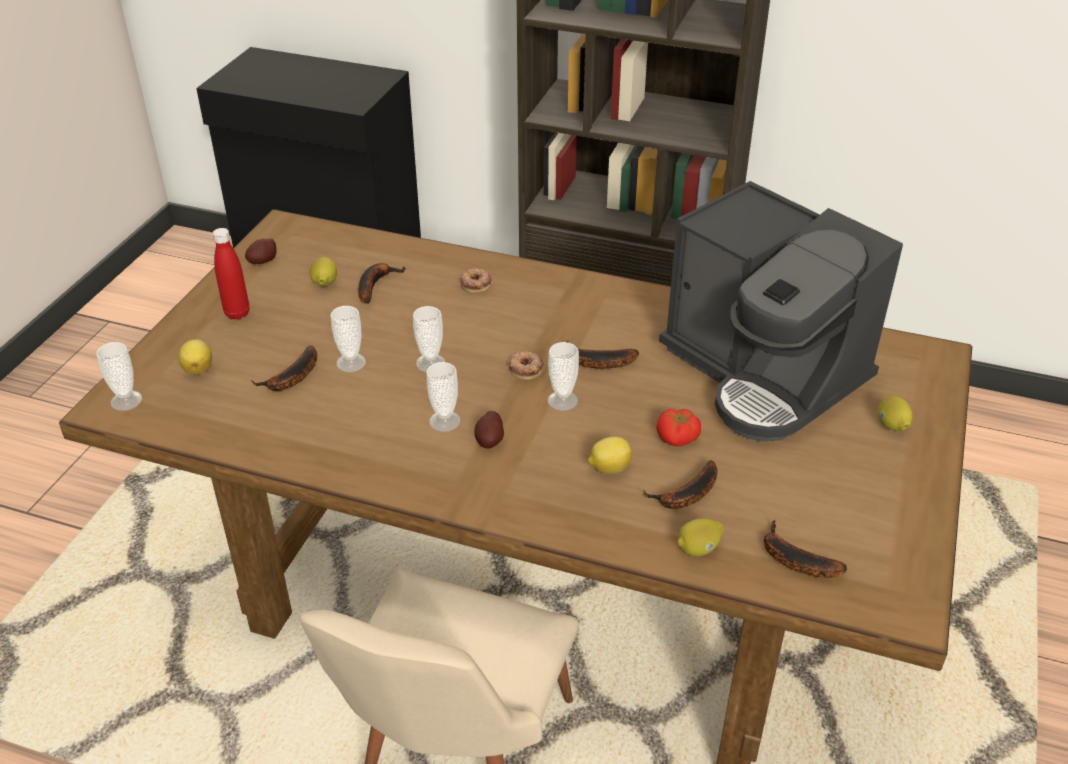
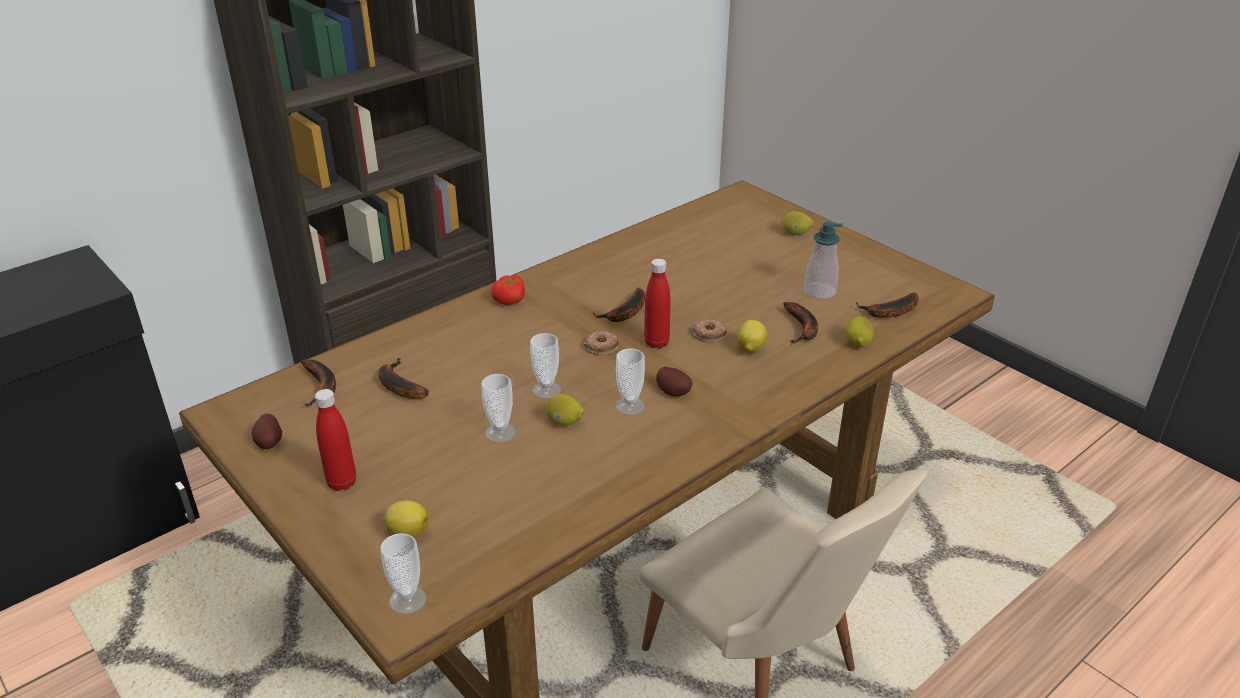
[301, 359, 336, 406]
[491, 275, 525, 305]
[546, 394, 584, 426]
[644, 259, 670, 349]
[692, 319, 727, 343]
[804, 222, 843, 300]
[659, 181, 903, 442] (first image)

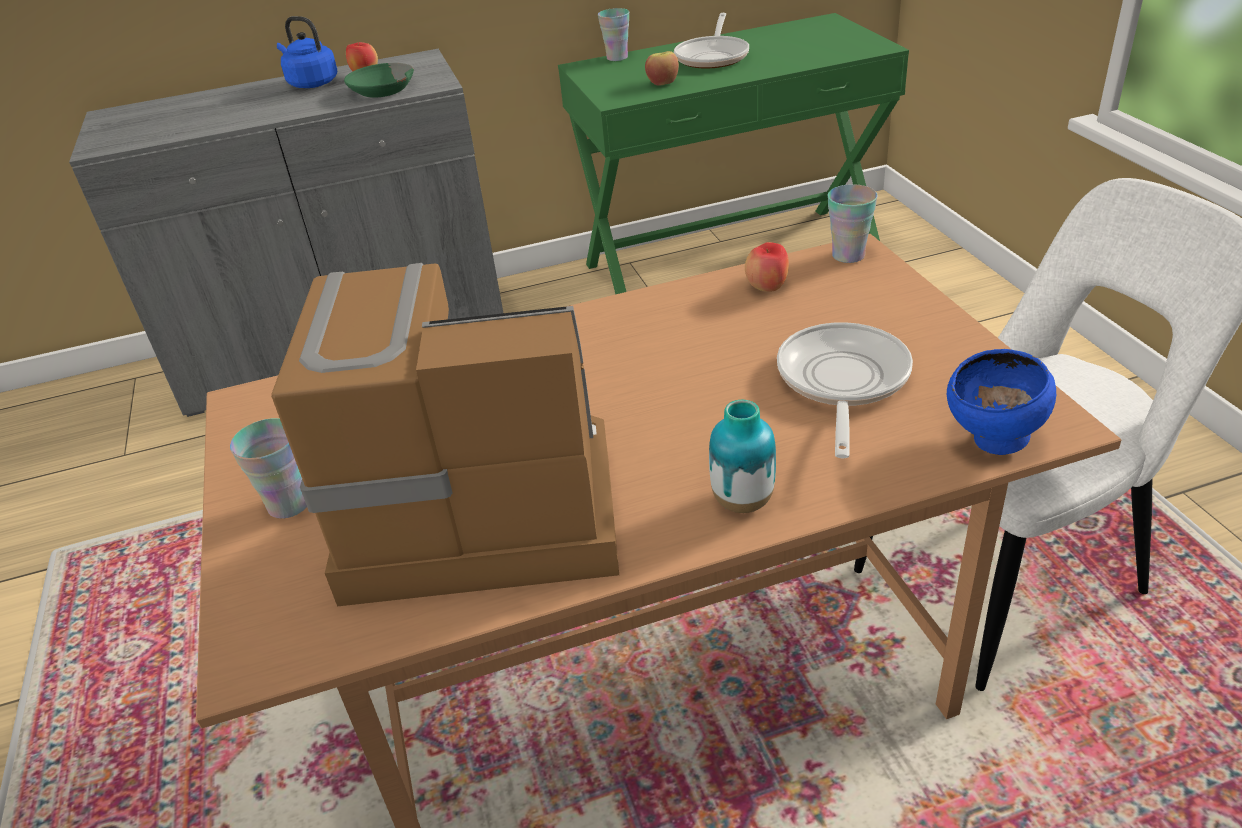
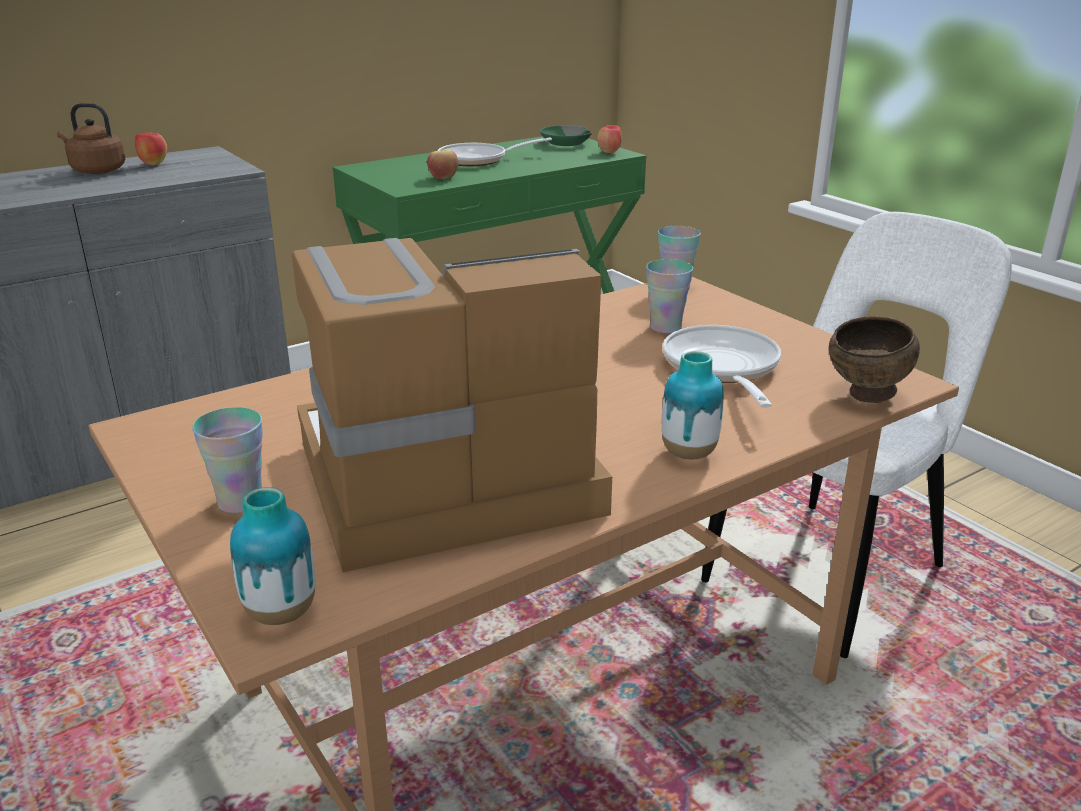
[57, 103, 125, 174]
[230, 487, 315, 625]
[437, 137, 552, 166]
[540, 125, 592, 146]
[597, 125, 622, 153]
[646, 259, 693, 333]
[829, 316, 920, 403]

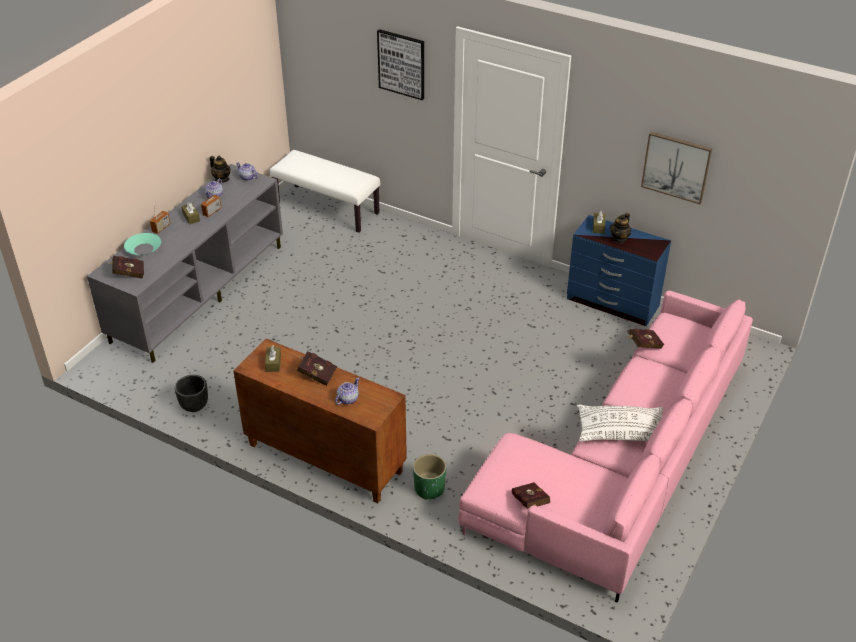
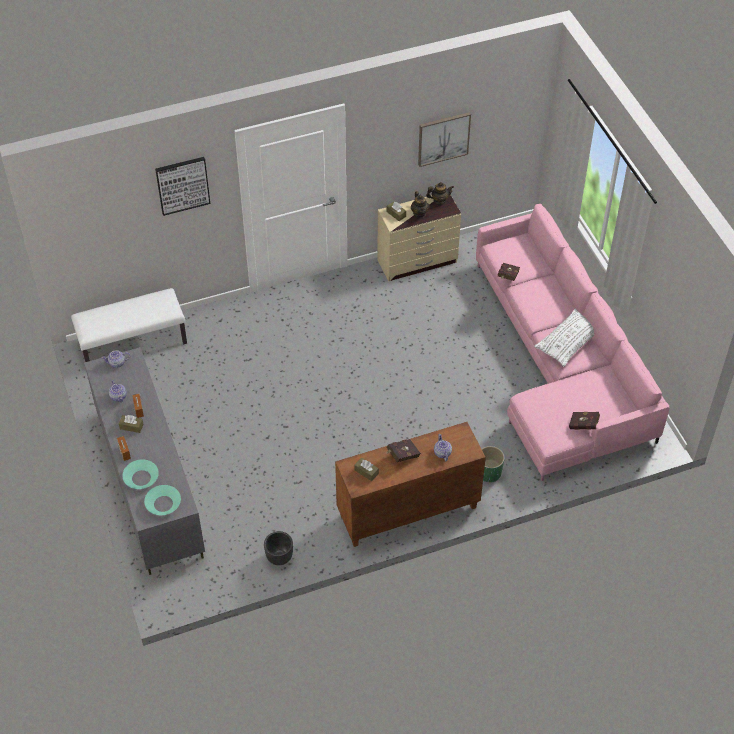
[144, 485, 181, 515]
[377, 195, 461, 281]
[426, 182, 454, 205]

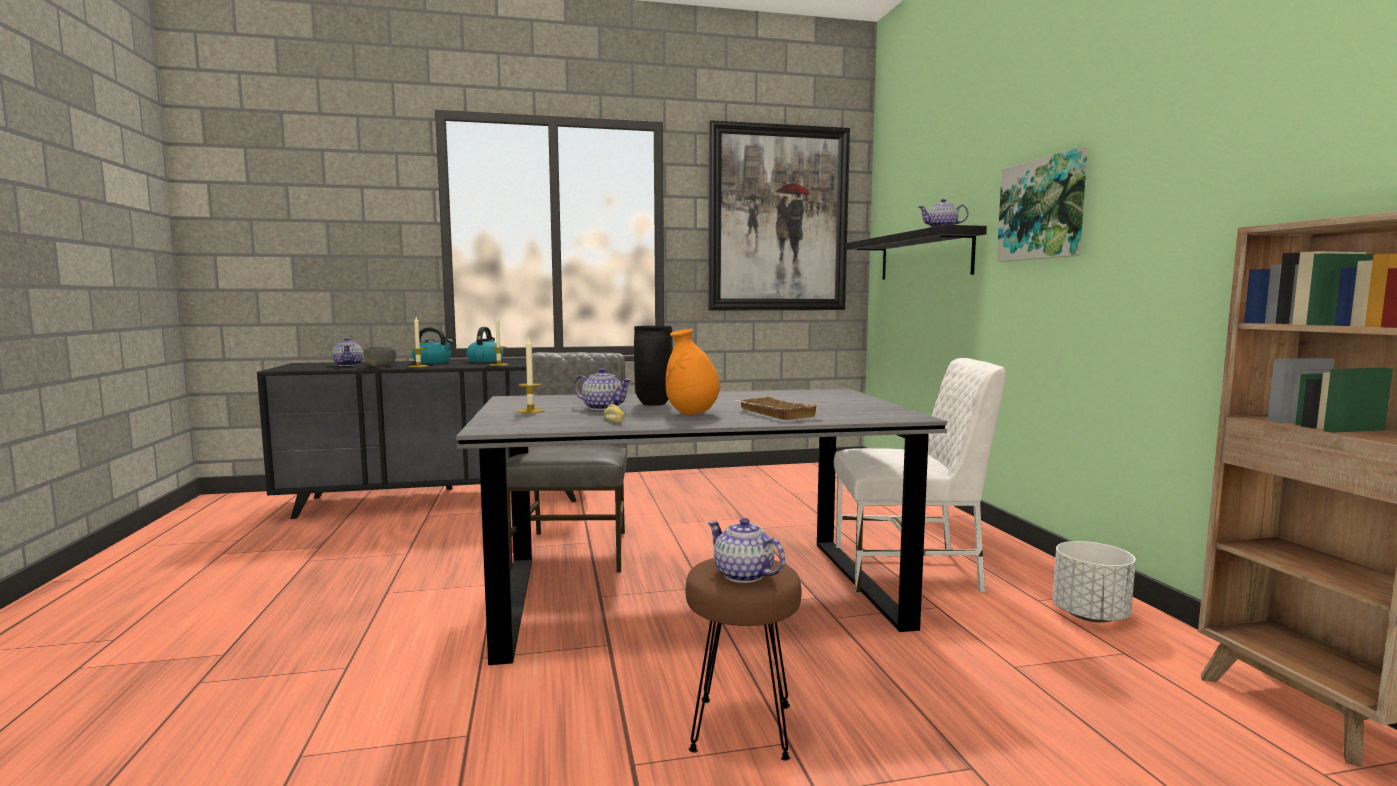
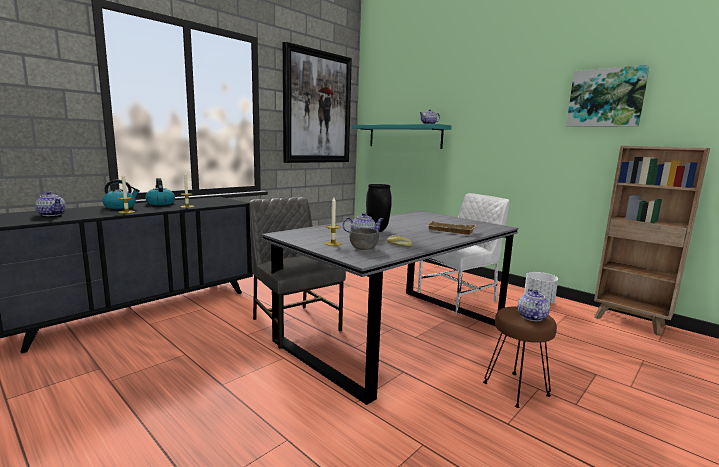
[349, 228, 379, 250]
[352, 124, 452, 149]
[518, 289, 550, 321]
[566, 65, 650, 127]
[665, 329, 720, 415] (first image)

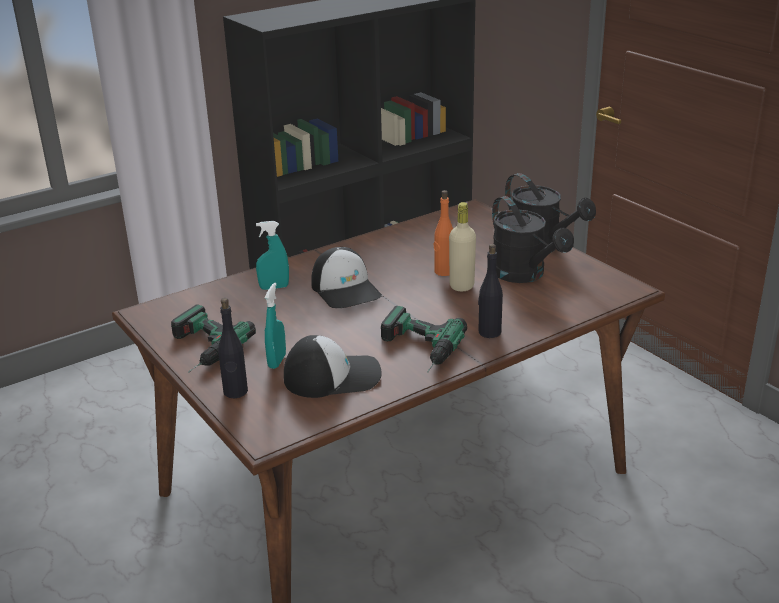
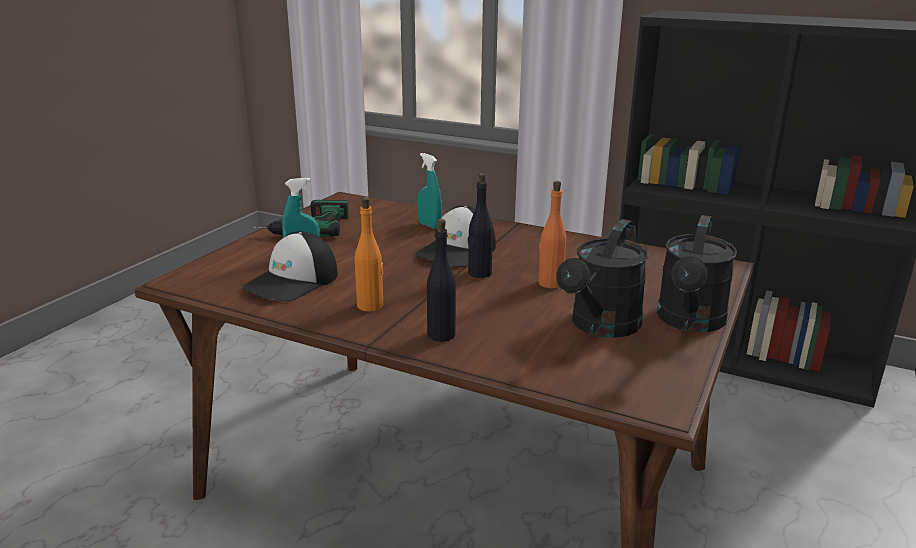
[242, 231, 338, 301]
[355, 197, 383, 311]
[468, 173, 493, 278]
[449, 202, 476, 291] (first image)

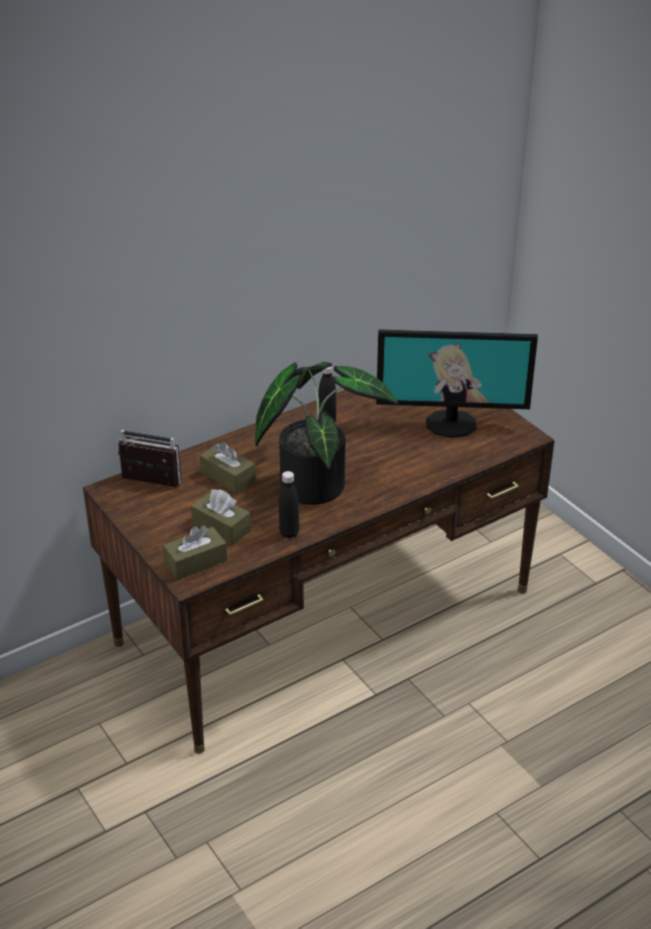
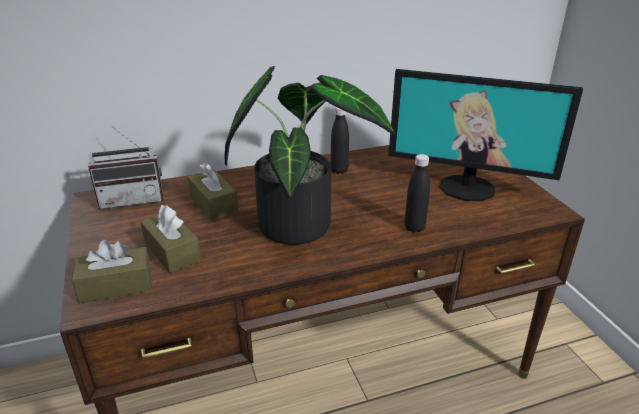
[88, 126, 164, 209]
[404, 154, 430, 233]

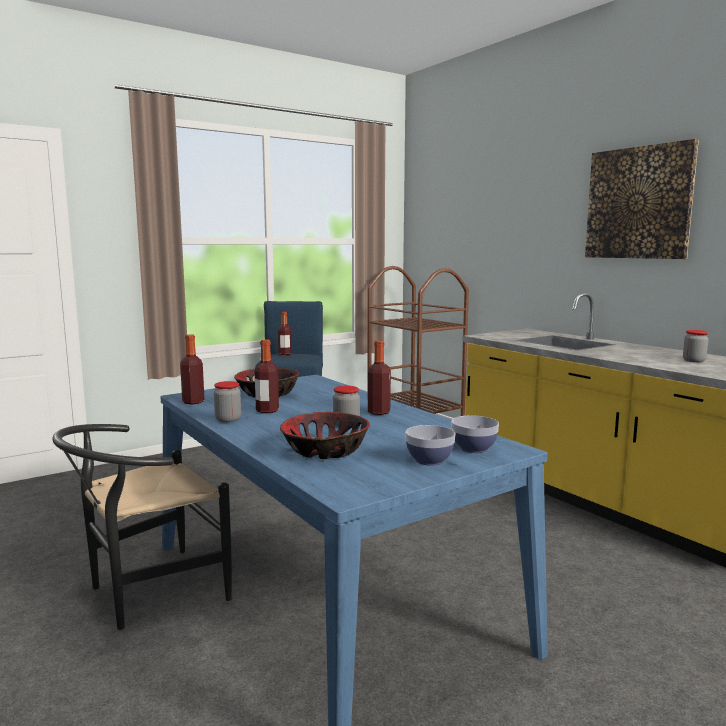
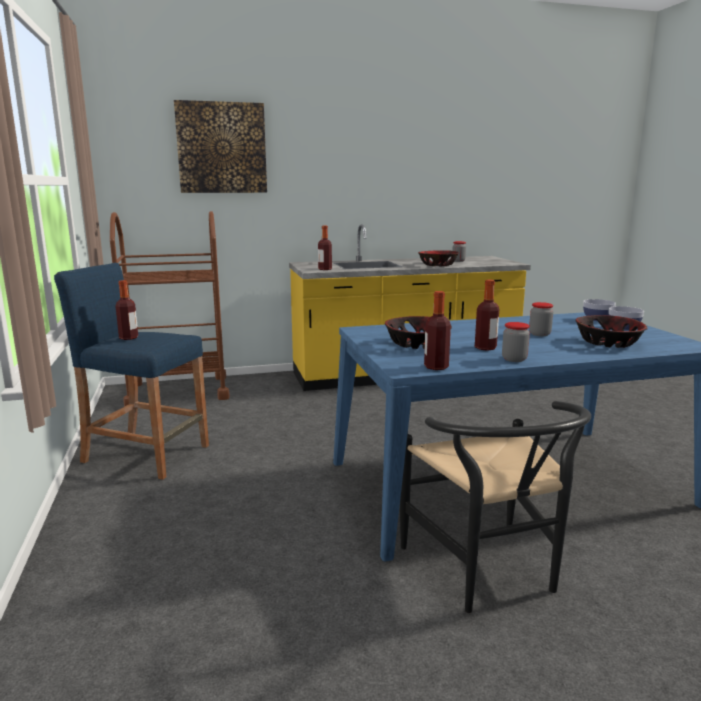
[174, 100, 267, 193]
[318, 226, 332, 270]
[418, 250, 459, 266]

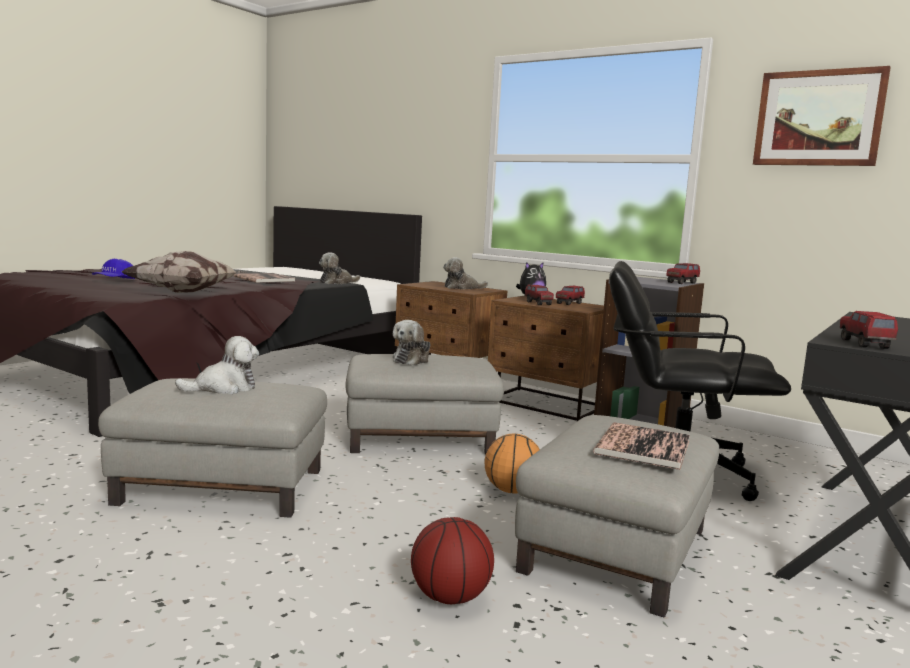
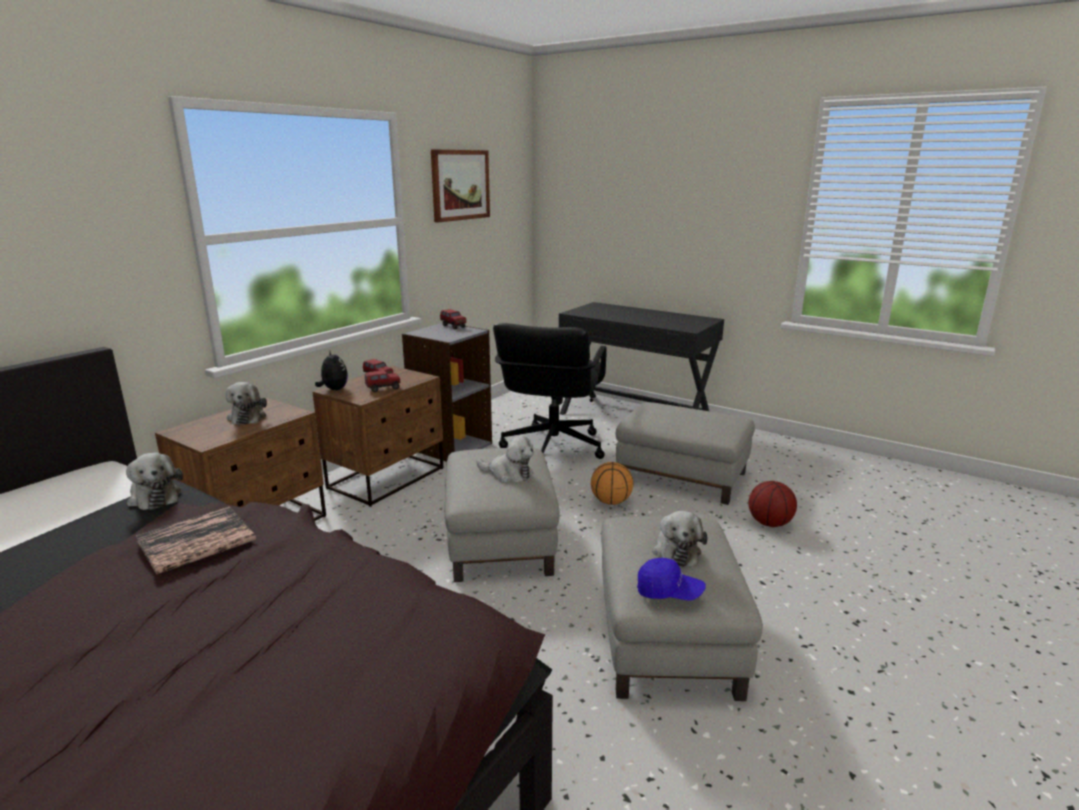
[637, 558, 706, 601]
[653, 511, 707, 567]
[122, 251, 247, 293] (first image)
[593, 423, 690, 470] (first image)
[840, 311, 898, 349] (first image)

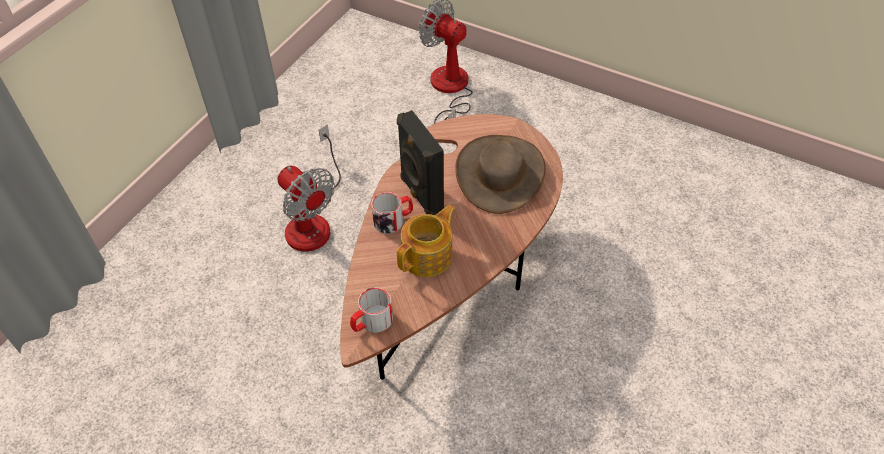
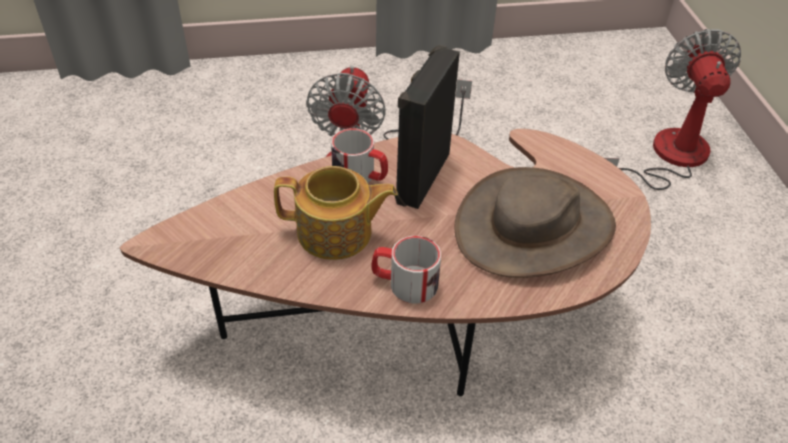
[371, 236, 441, 304]

